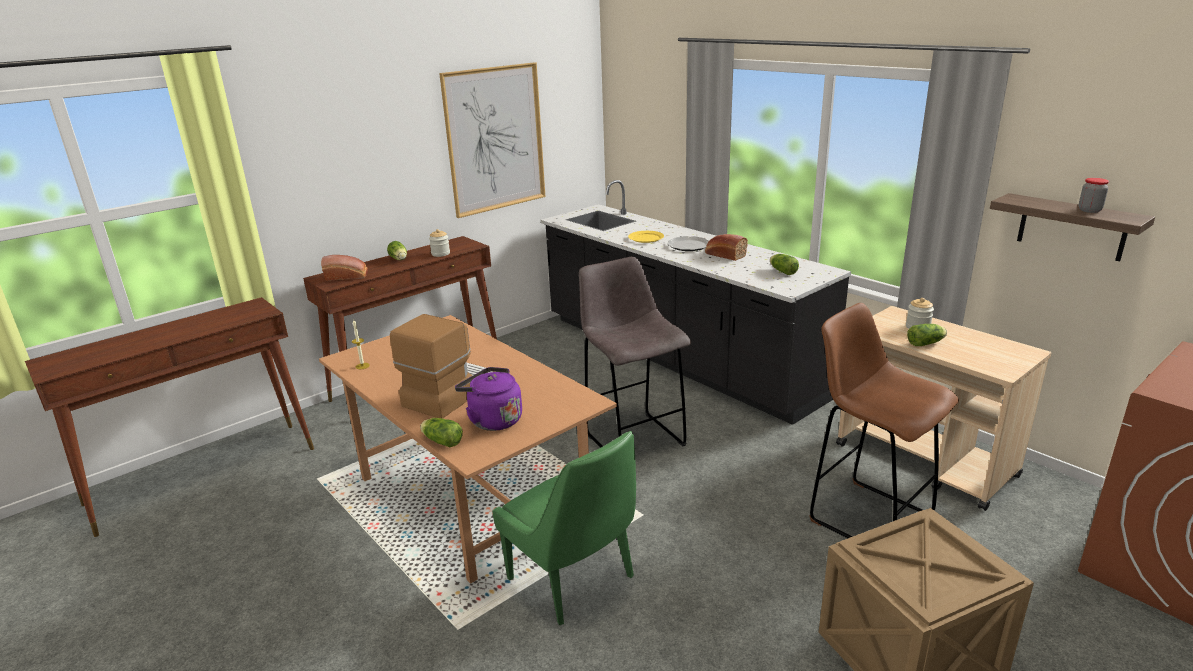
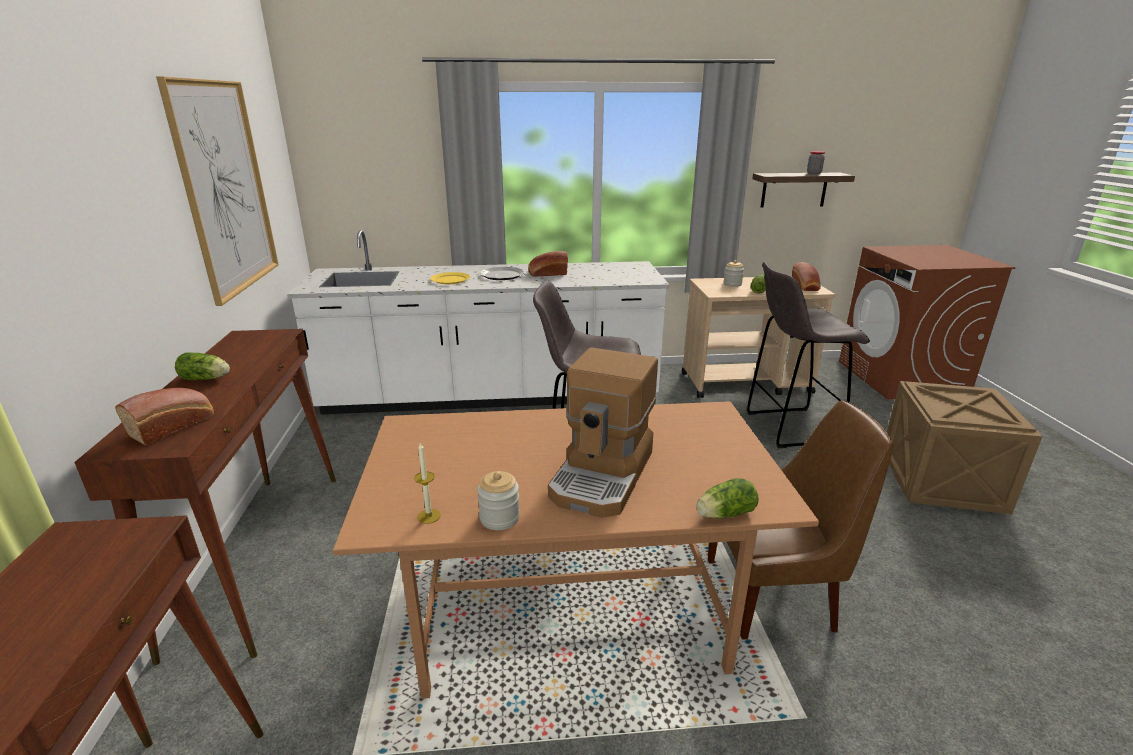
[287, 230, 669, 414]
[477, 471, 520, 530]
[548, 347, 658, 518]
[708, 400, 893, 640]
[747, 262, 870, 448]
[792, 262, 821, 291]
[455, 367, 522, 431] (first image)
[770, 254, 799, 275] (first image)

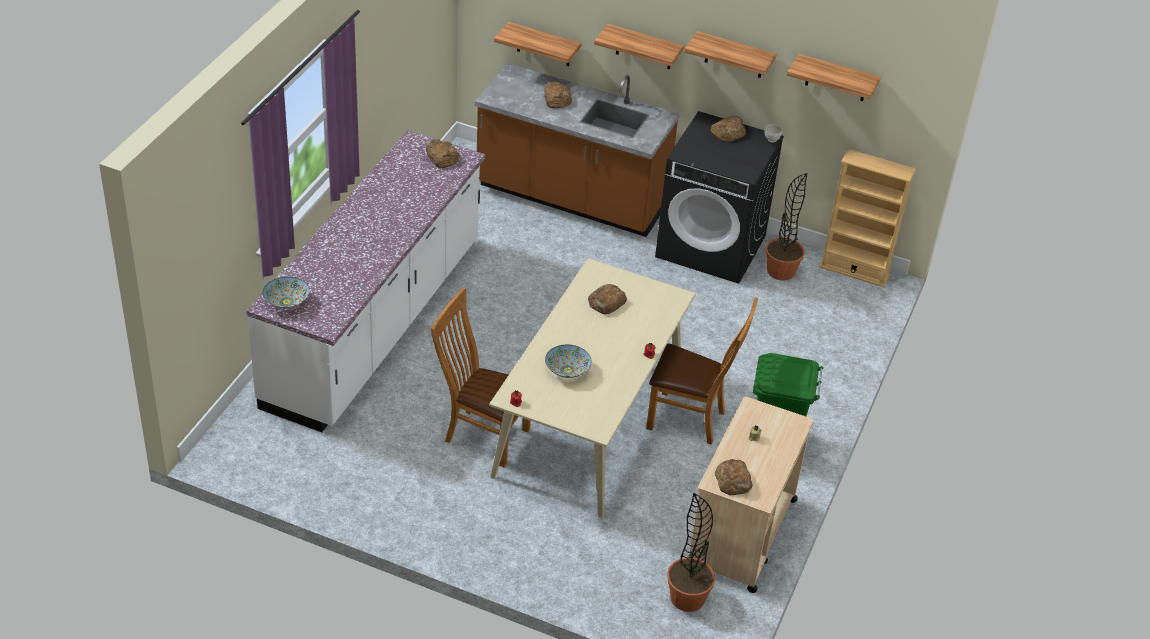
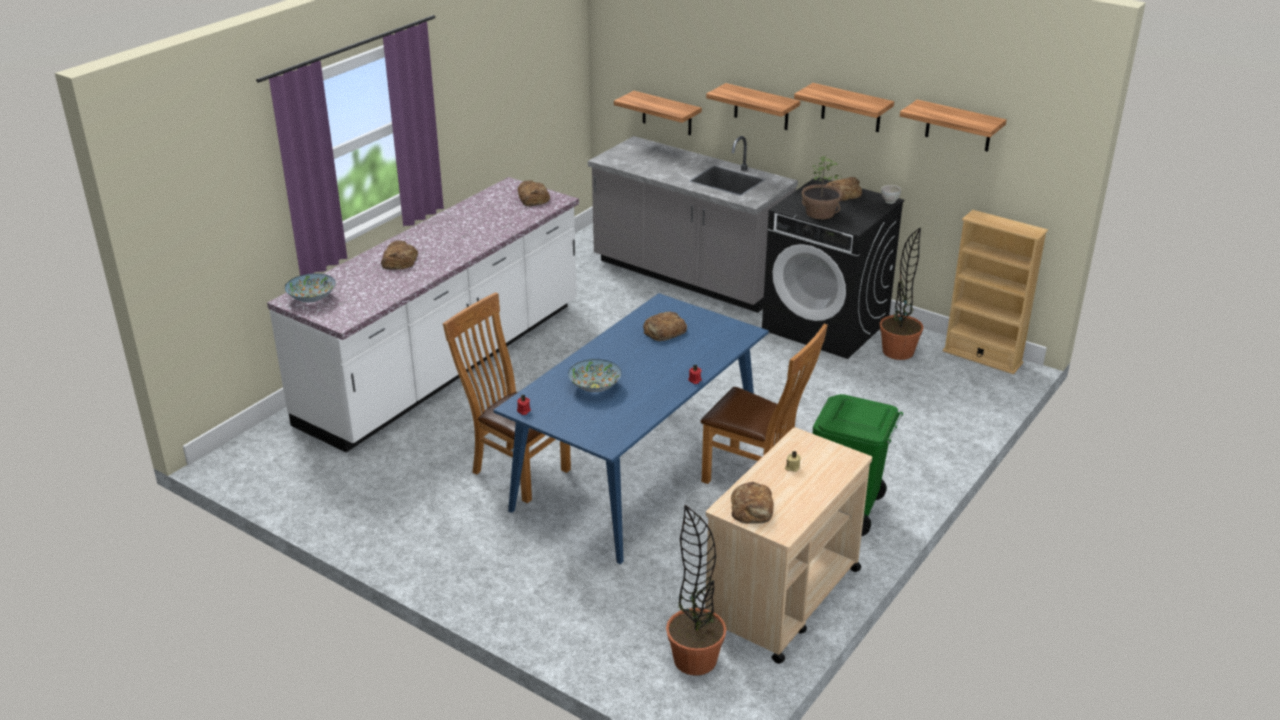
[381, 240, 418, 270]
[493, 293, 769, 564]
[588, 136, 798, 313]
[802, 156, 842, 219]

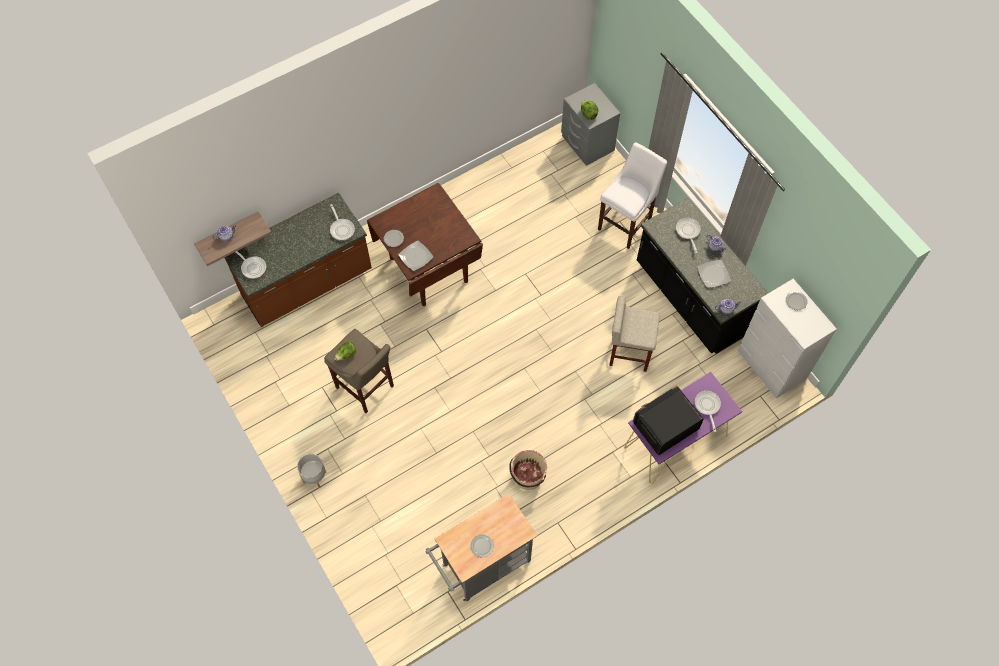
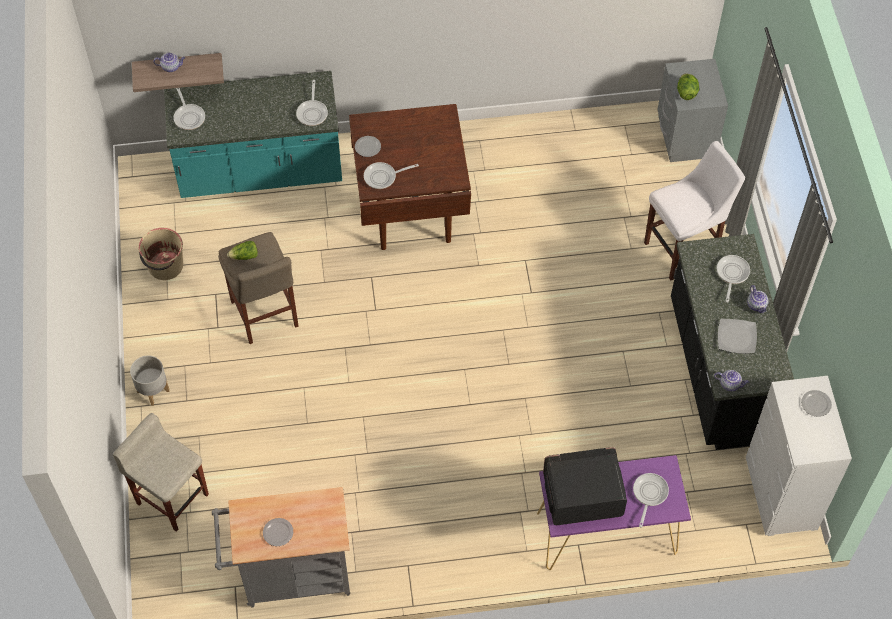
[113, 413, 209, 532]
[139, 228, 183, 280]
[164, 71, 342, 198]
[364, 162, 419, 189]

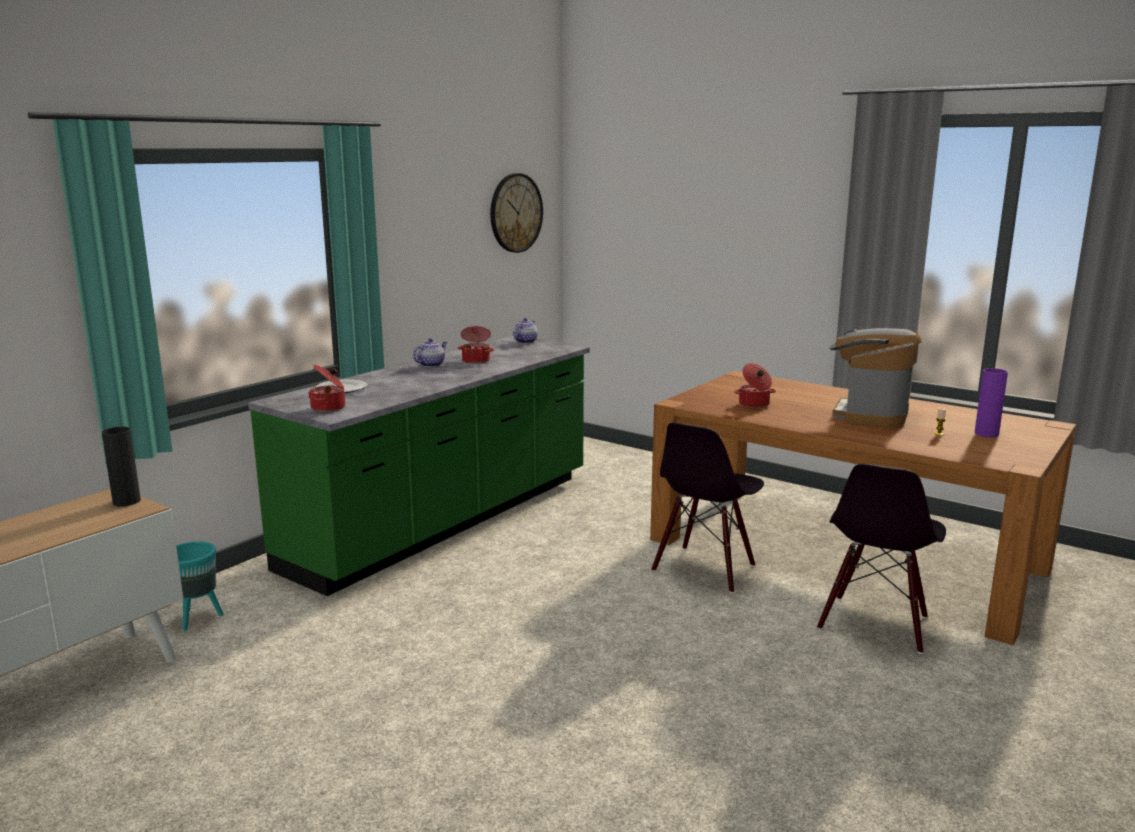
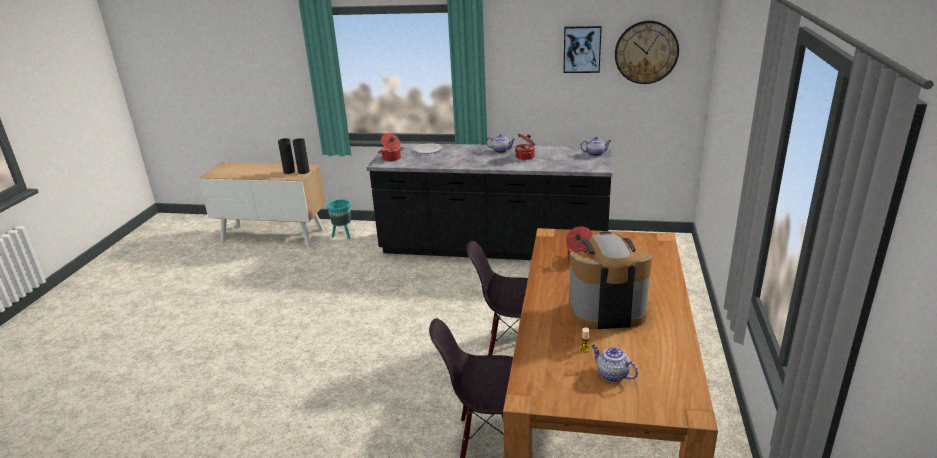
[278, 138, 295, 174]
[367, 143, 612, 260]
[563, 26, 602, 73]
[591, 345, 638, 382]

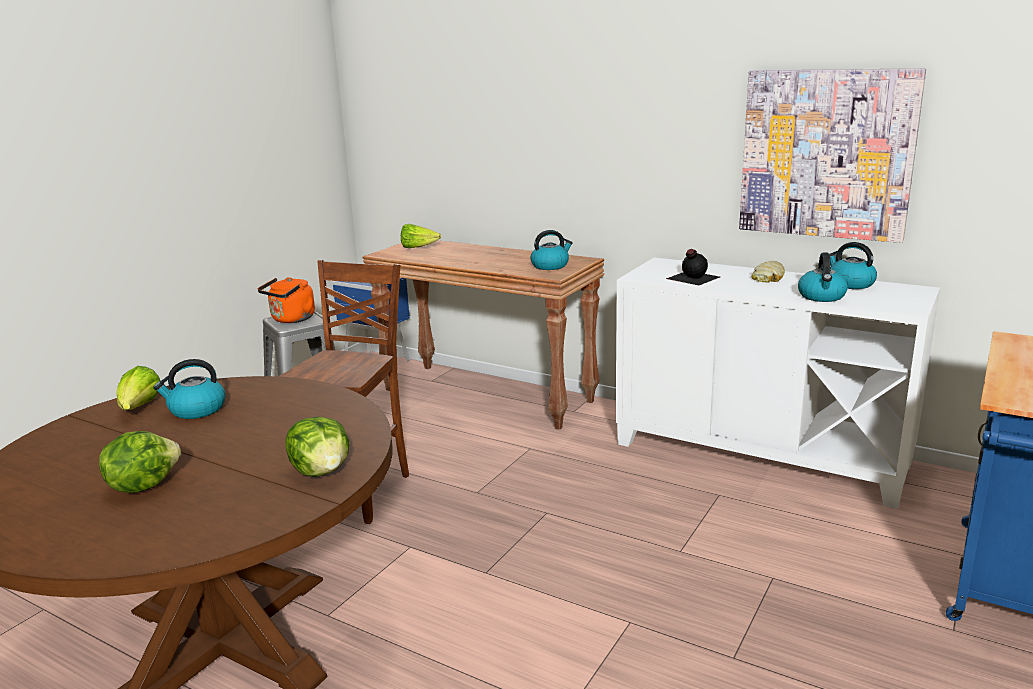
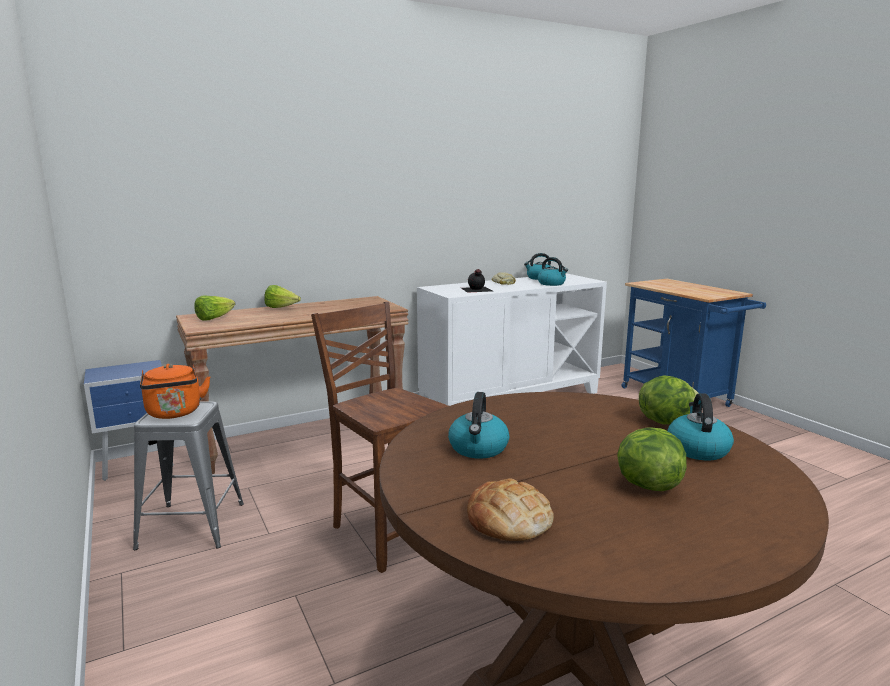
[264, 285, 301, 308]
[467, 478, 554, 541]
[667, 393, 734, 461]
[739, 68, 926, 243] (first image)

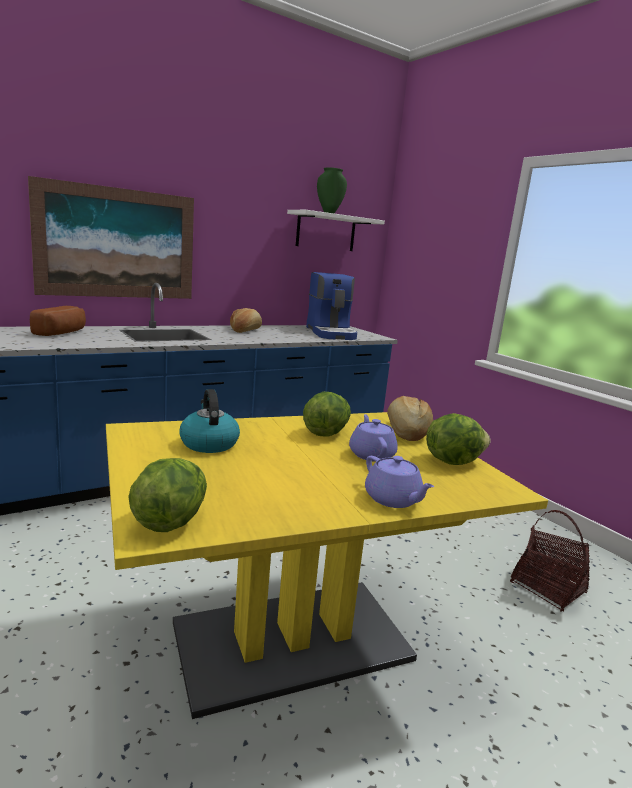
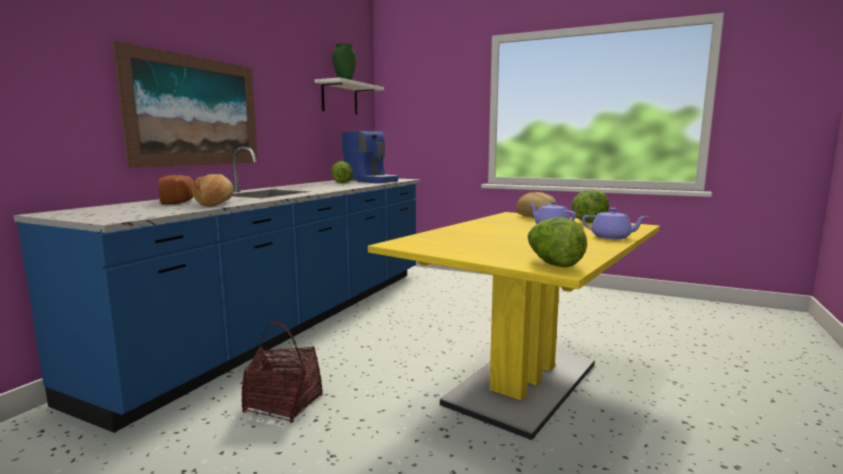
[192, 174, 234, 207]
[241, 322, 323, 423]
[331, 161, 353, 183]
[179, 389, 240, 453] (first image)

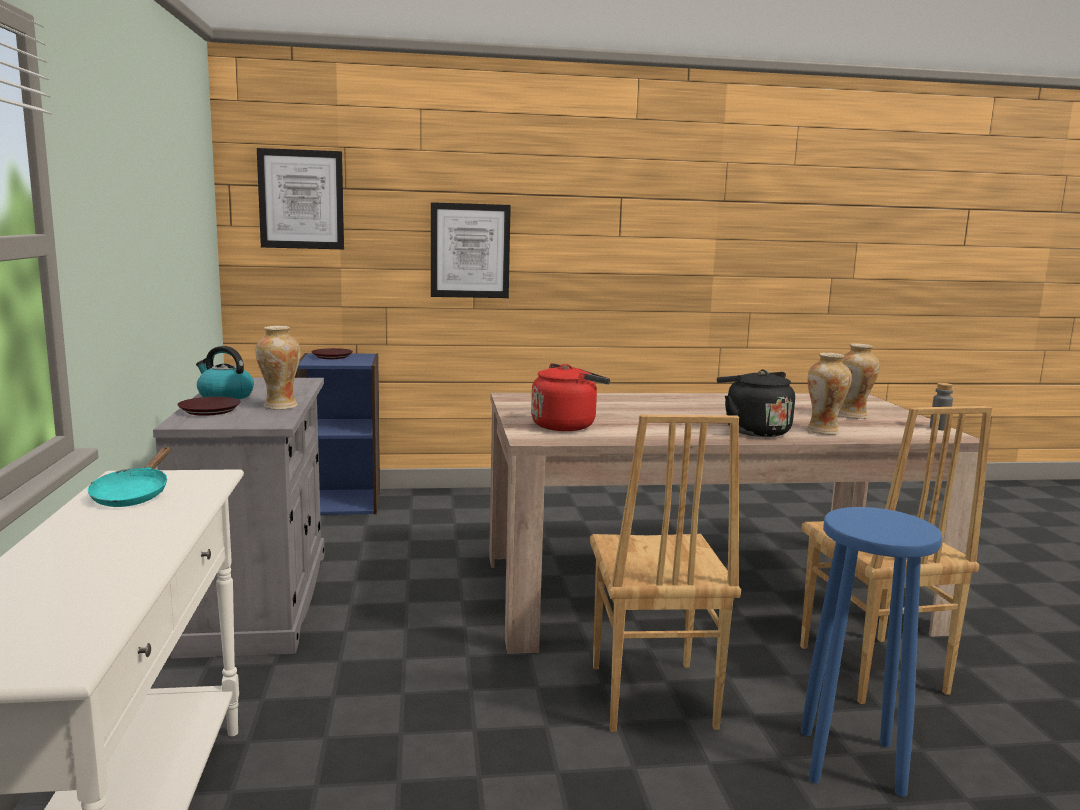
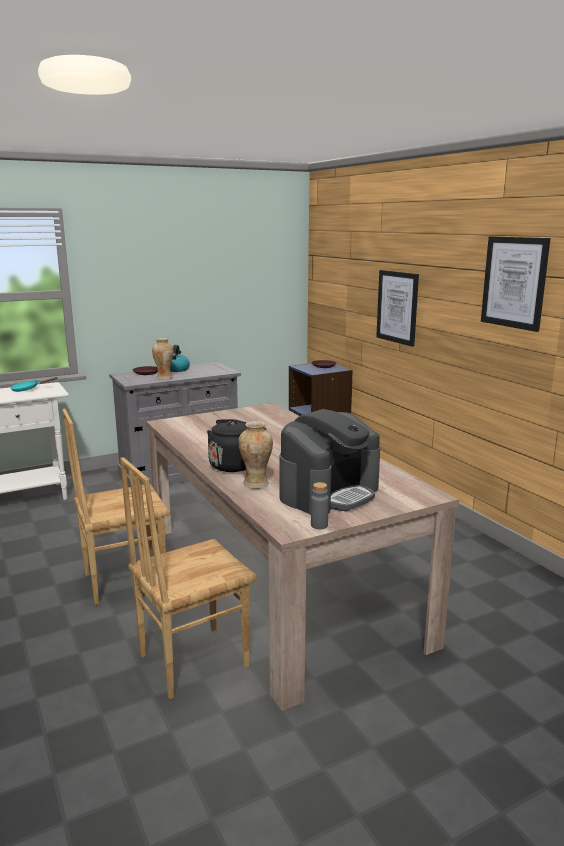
[280, 409, 380, 515]
[481, 236, 550, 332]
[531, 363, 610, 431] (first image)
[801, 507, 943, 797] (first image)

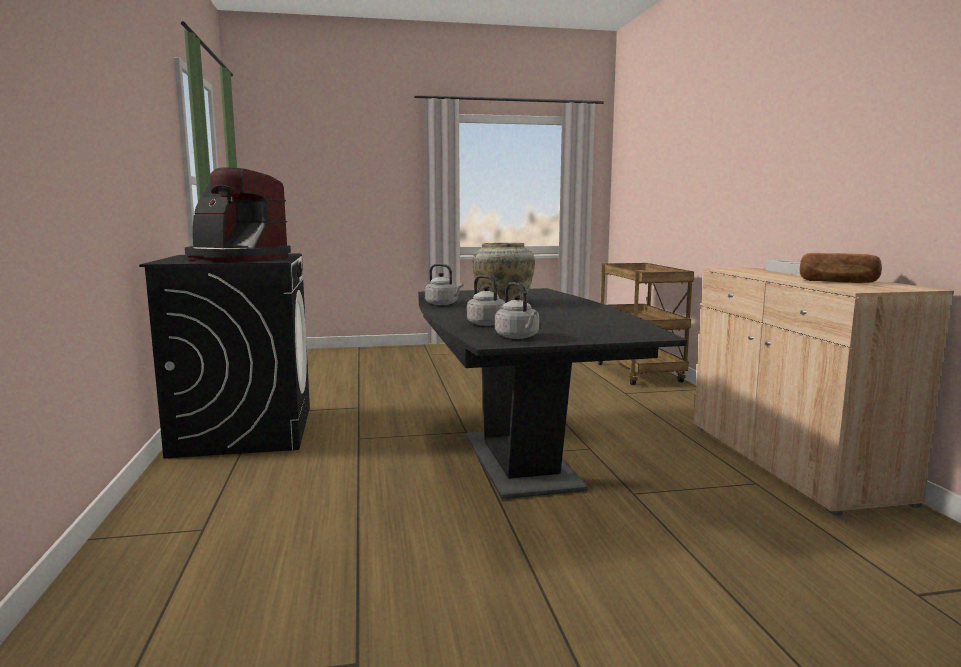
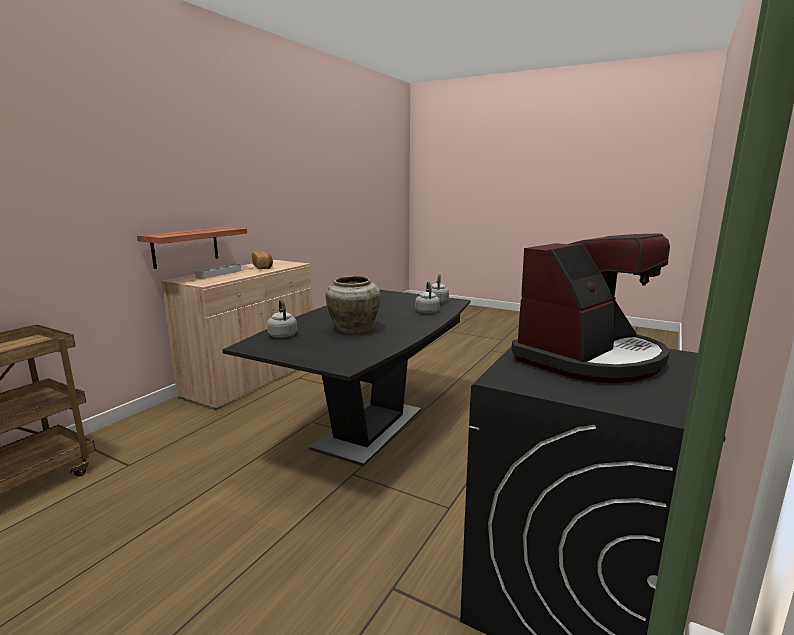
[137, 227, 247, 269]
[267, 300, 297, 338]
[512, 234, 670, 383]

